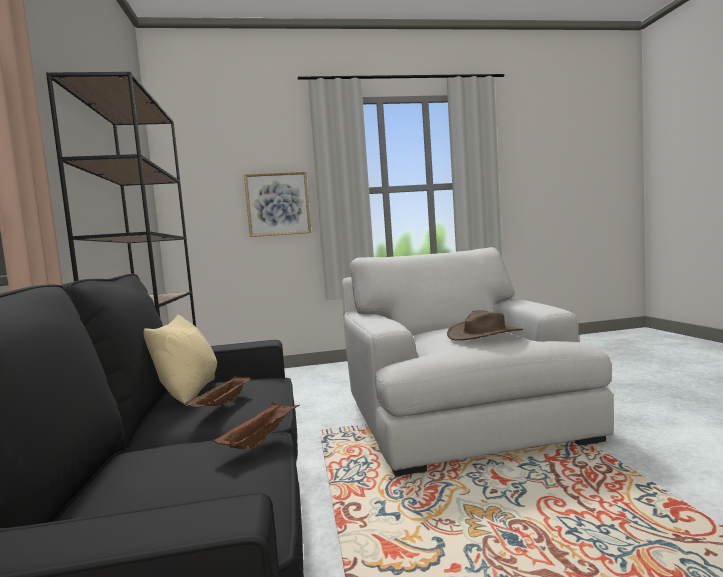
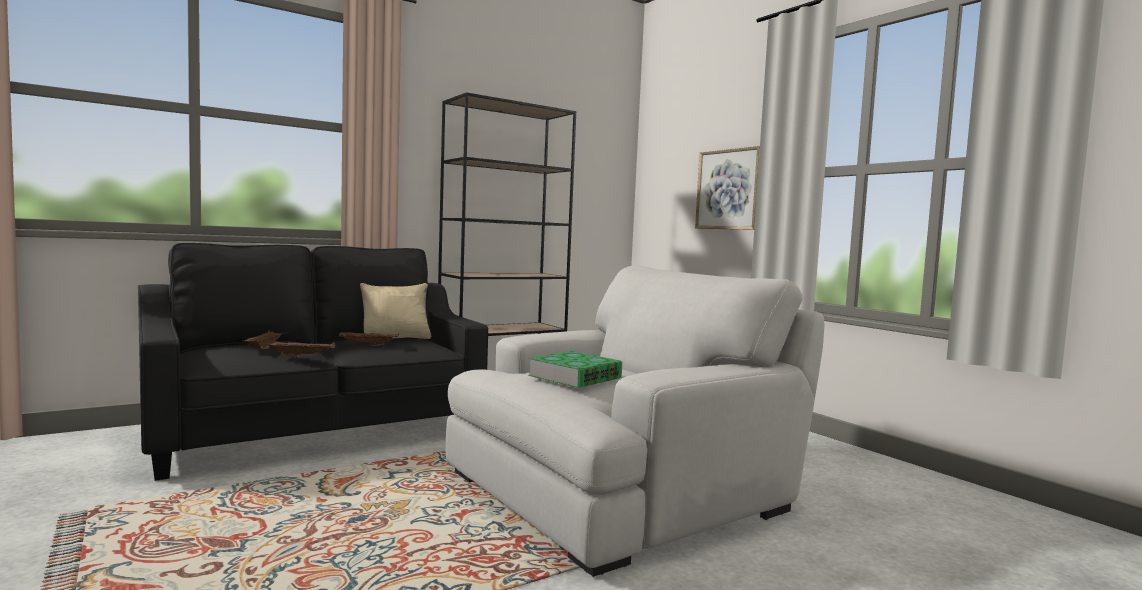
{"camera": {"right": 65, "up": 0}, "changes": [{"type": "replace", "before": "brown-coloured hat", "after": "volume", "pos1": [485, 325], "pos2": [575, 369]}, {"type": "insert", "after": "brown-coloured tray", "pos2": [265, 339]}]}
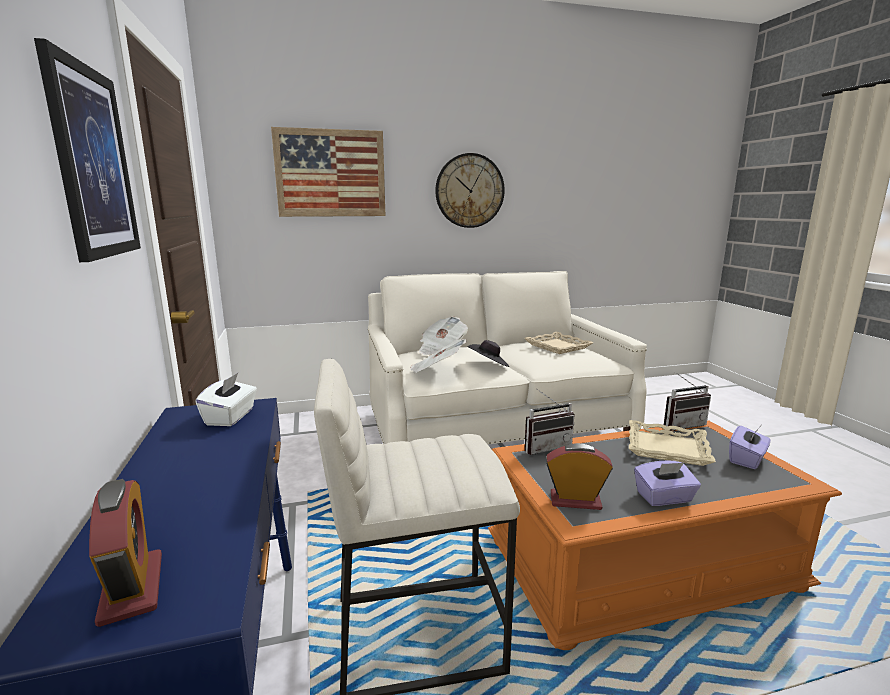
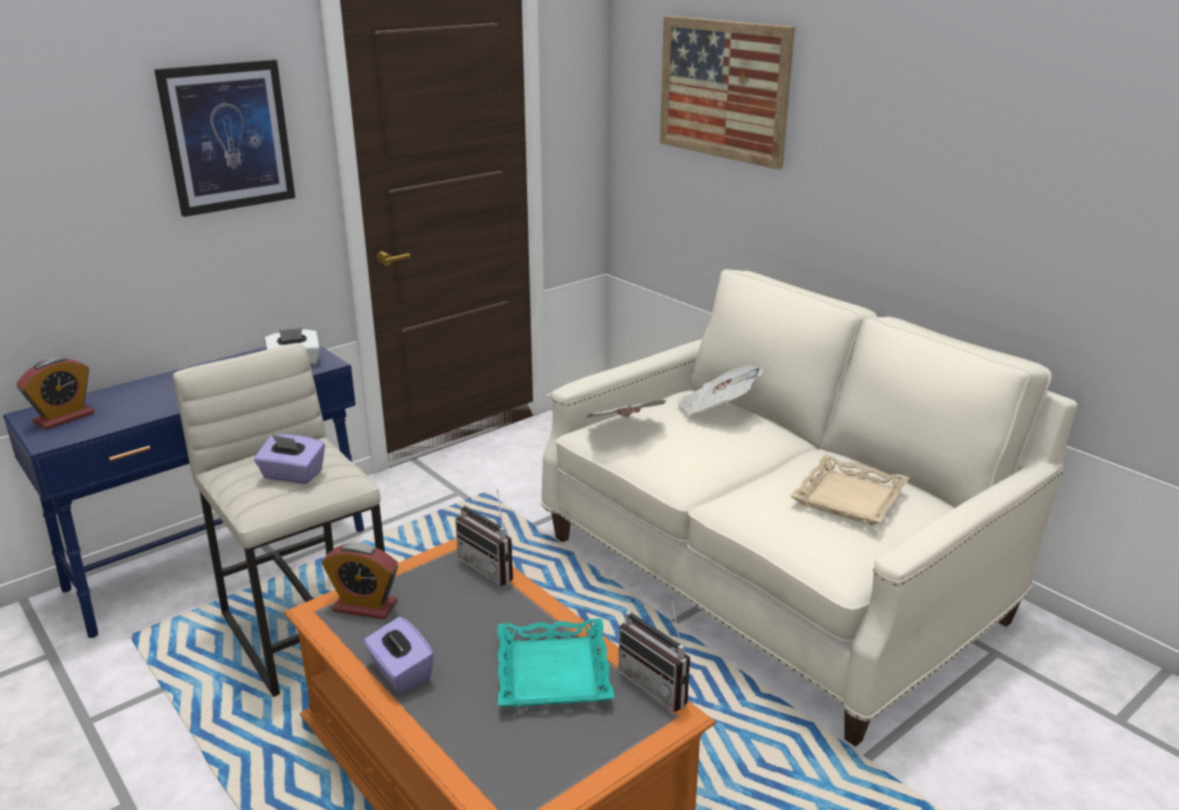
{"camera": {"right": 65, "up": 10}, "changes": [{"type": "delete", "before": "hanging clock", "pos1": [470, 190]}, {"type": "delete", "before": "blackish hat", "pos1": [488, 353]}, {"type": "recolor", "before": "sand-coloured tray", "after": "turquoise tray", "pos1": [672, 443], "pos2": [556, 663]}, {"type": "move", "before": "purplish tissue box", "pos1": [750, 447], "pos2": [289, 459]}, {"type": "rotate", "before": "table clock", "pos1": [579, 476], "pos2": [359, 581], "turn": 120}]}
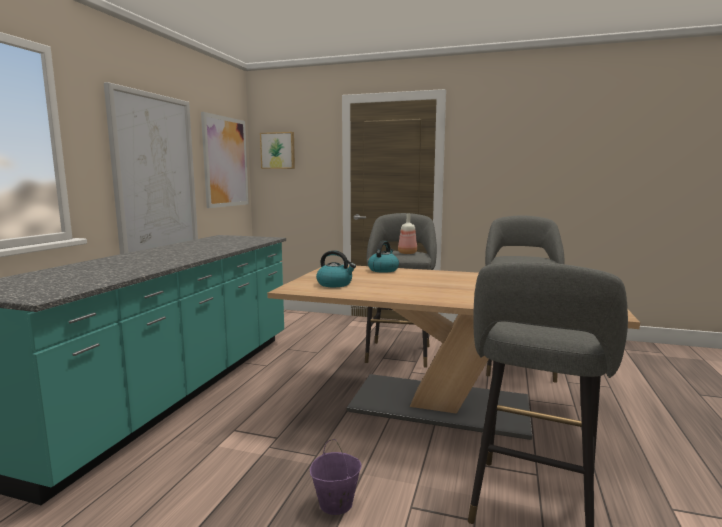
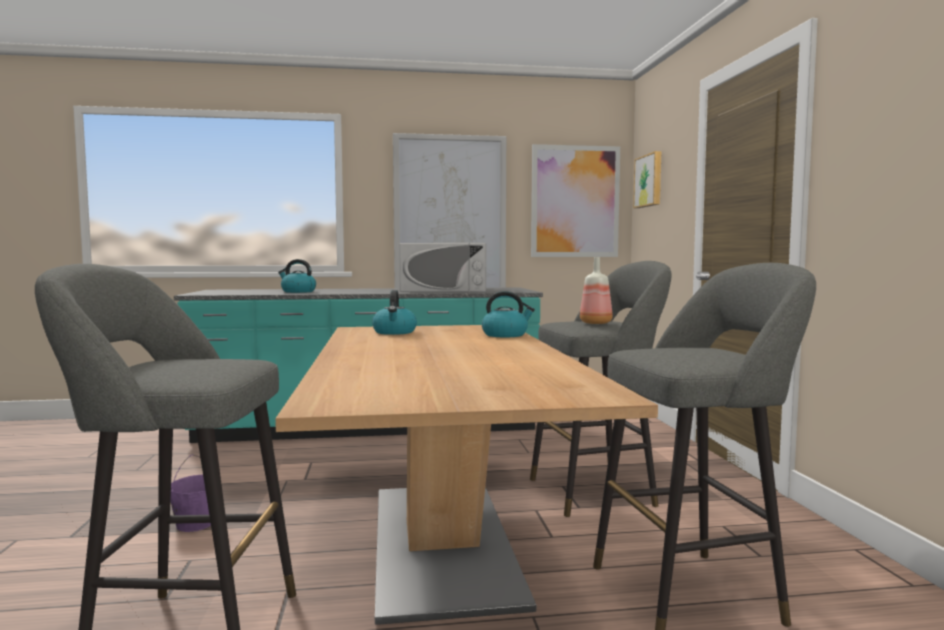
{"camera": {"right": 65, "up": -5}, "changes": [{"type": "insert", "after": "whitish kitchen microwave", "pos2": [442, 267]}, {"type": "insert", "after": "tea kettle", "pos2": [297, 276]}]}
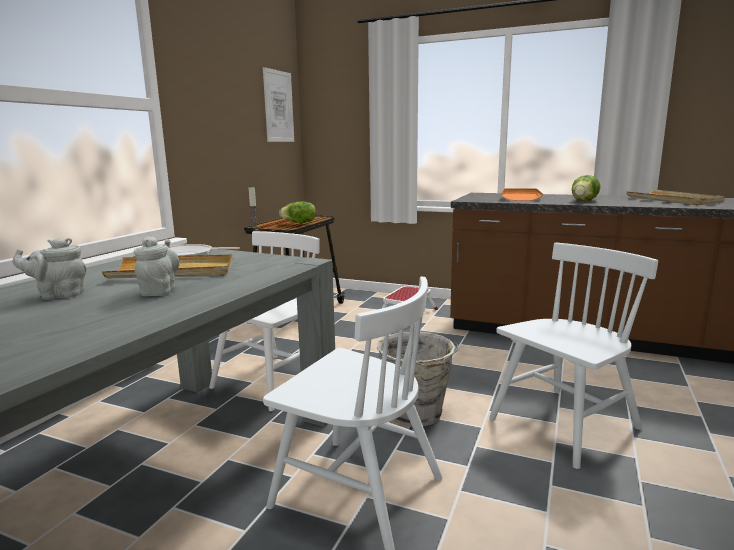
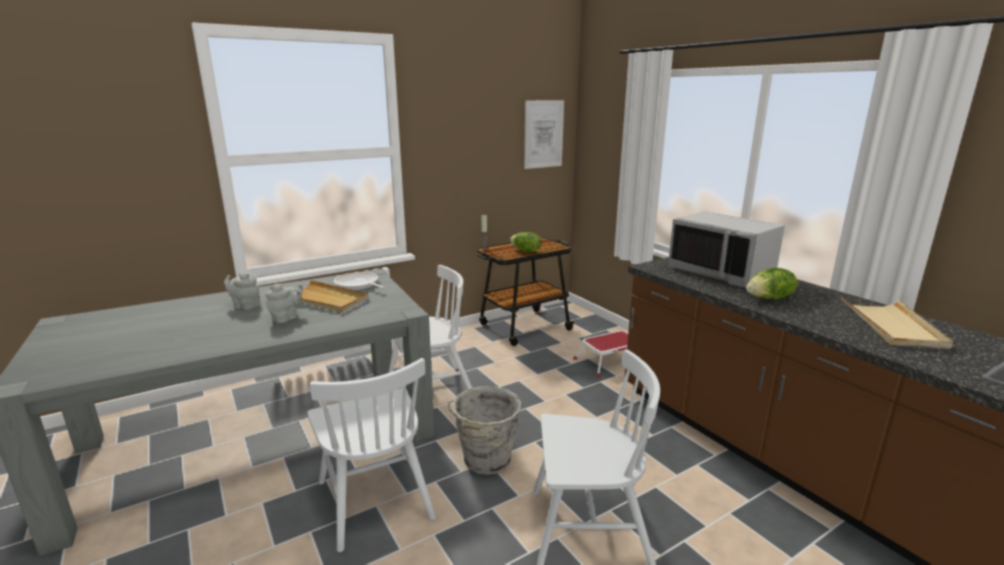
{"camera": {"right": 35, "up": 5}, "changes": [{"type": "replace", "before": "orangey tray", "after": "greyish kitchen microwave", "pos1": [521, 194], "pos2": [726, 249]}]}
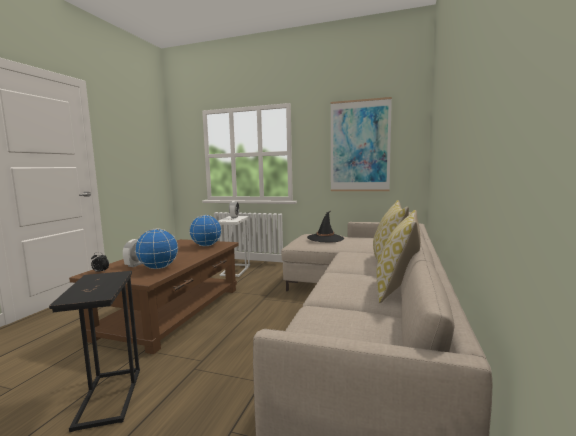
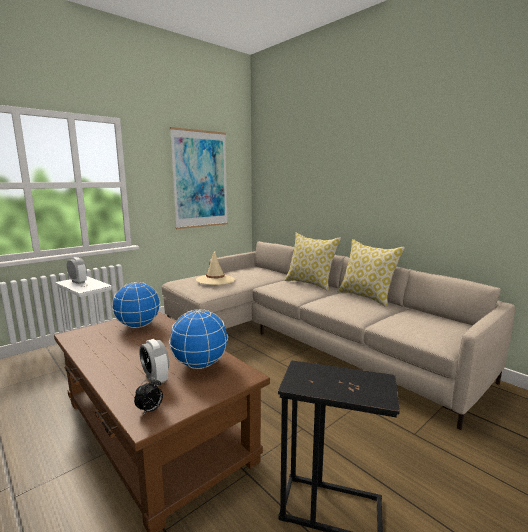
{"camera": {"right": -60, "up": 5}, "changes": [{"type": "recolor", "before": "blackish hat", "after": "sand-coloured hat", "pos1": [325, 227], "pos2": [215, 267]}]}
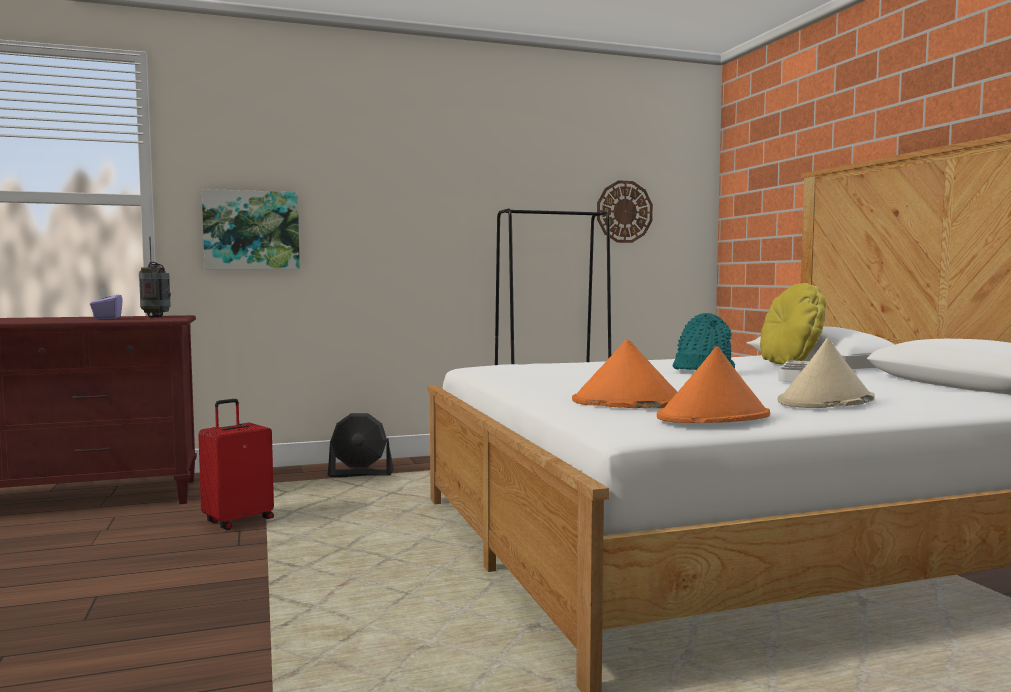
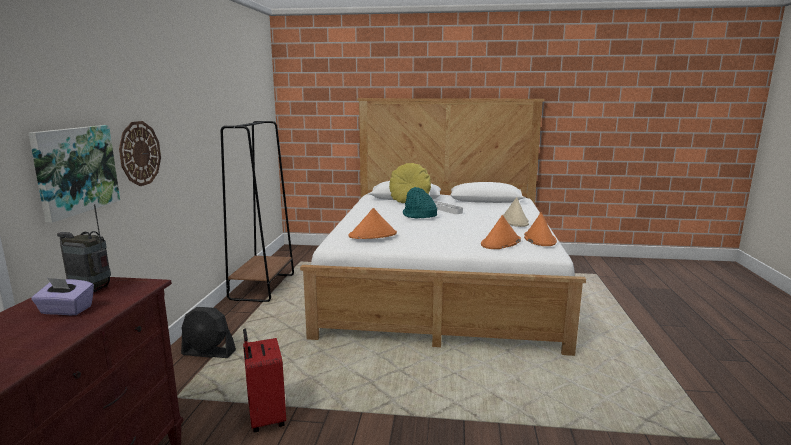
{"camera": {"right": -65, "up": 10}, "changes": [{"type": "move", "before": "hanging clock", "pos1": [625, 211], "pos2": [140, 153]}, {"type": "rotate", "before": "blackish electric fan", "pos1": [361, 445], "pos2": [208, 332], "turn": 75}, {"type": "insert", "after": "orangey hat", "pos2": [372, 223]}]}
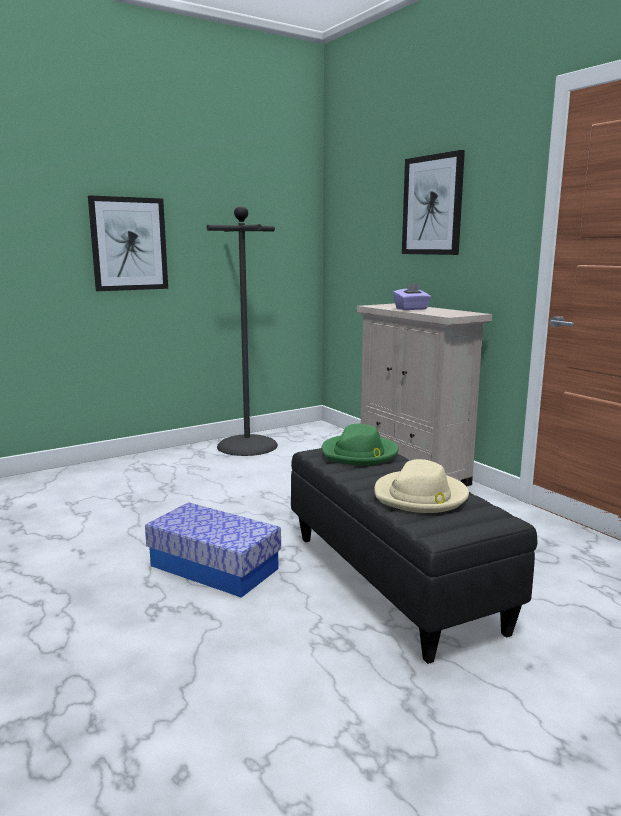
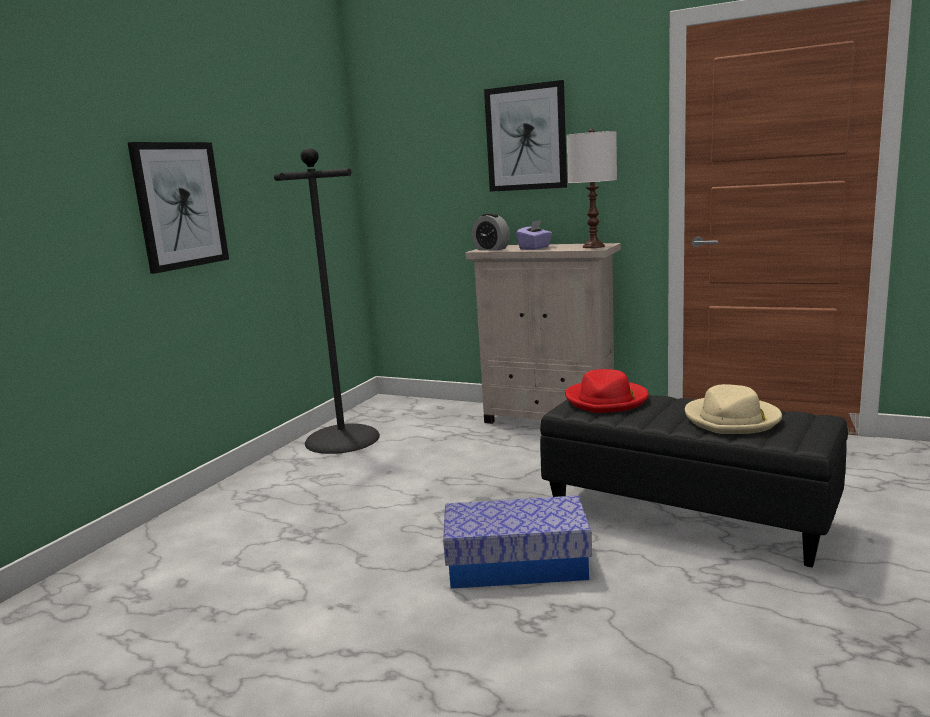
{"camera": {"right": -30, "up": 0}, "changes": [{"type": "recolor", "before": "green-coloured hat", "after": "reddish hat", "pos1": [360, 444], "pos2": [607, 391]}, {"type": "insert", "after": "whitish tabletop lamp", "pos2": [591, 188]}, {"type": "insert", "after": "table clock", "pos2": [491, 232]}]}
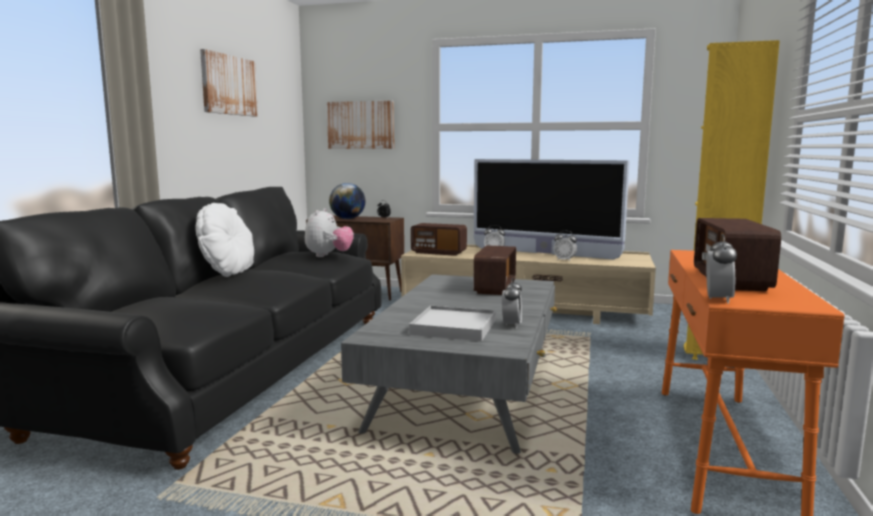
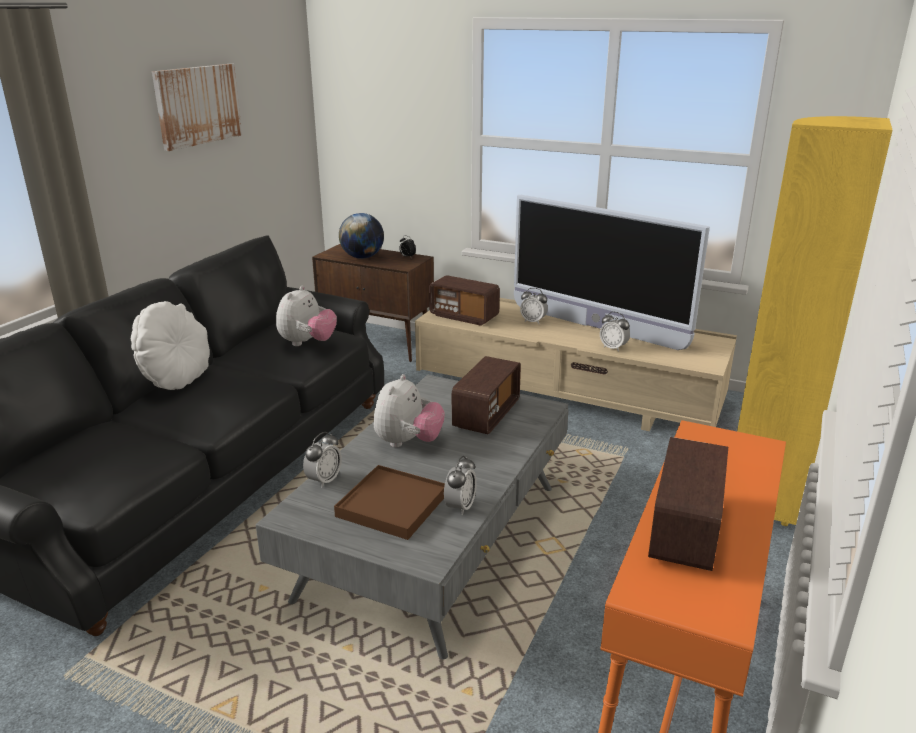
{"camera": {"right": 10, "up": 15}, "changes": [{"type": "delete", "before": "wall art", "pos1": [360, 125]}, {"type": "move", "before": "table clock", "pos1": [721, 269], "pos2": [322, 460]}, {"type": "recolor", "before": "whitish tray", "after": "brown-coloured tray", "pos1": [452, 323], "pos2": [389, 502]}, {"type": "insert", "after": "plush toy", "pos2": [409, 411]}]}
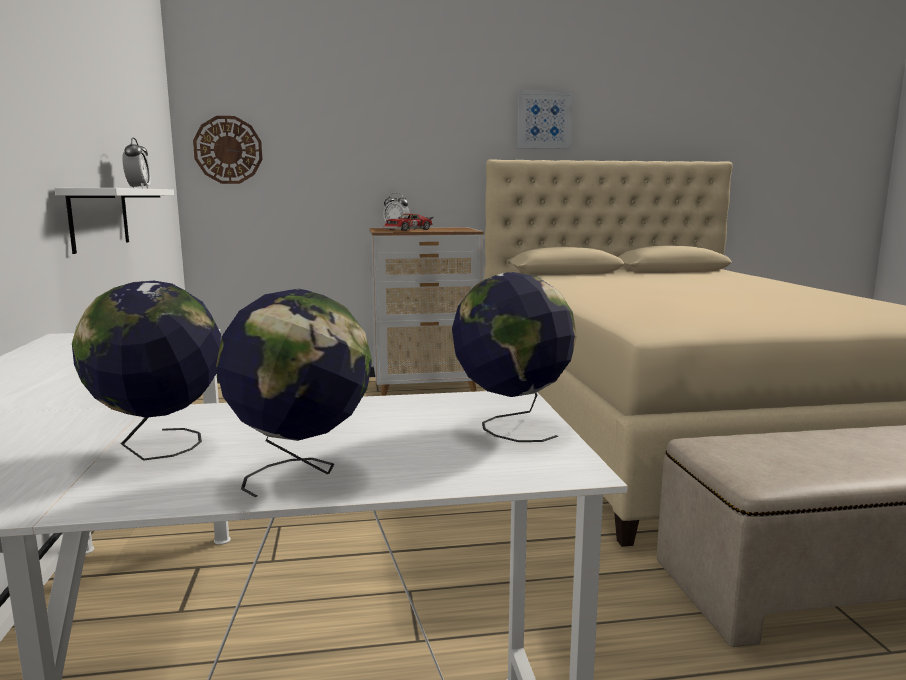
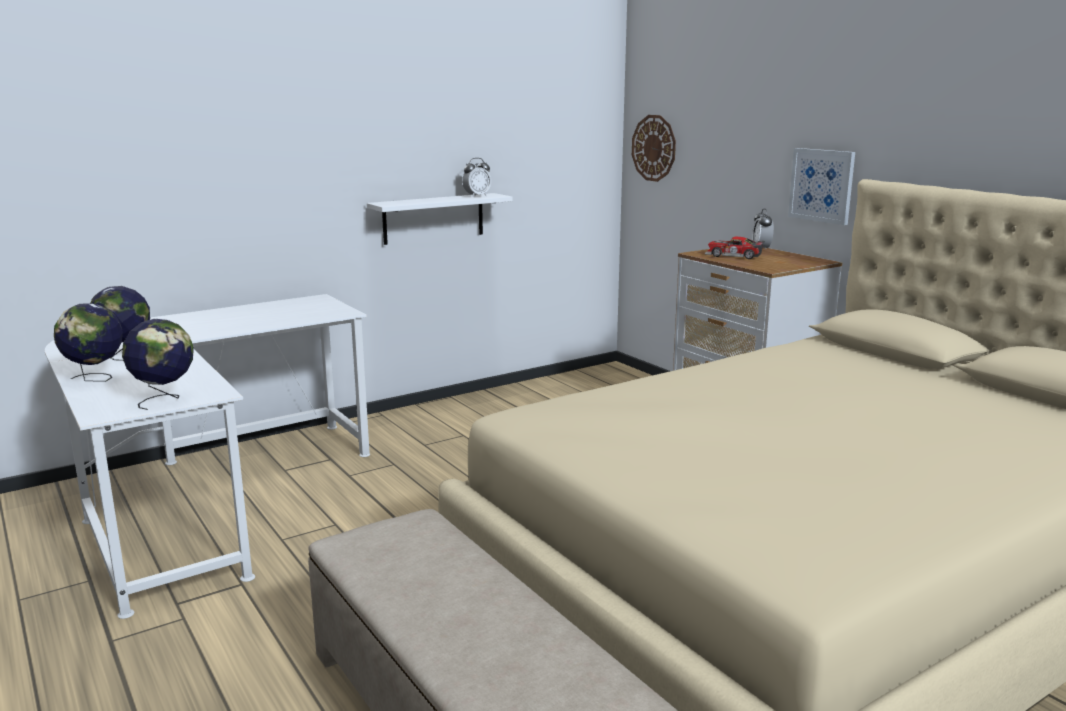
{"camera": {"right": 65, "up": 5}, "changes": [{"type": "move", "before": "wall art", "pos1": [545, 119], "pos2": [821, 186]}]}
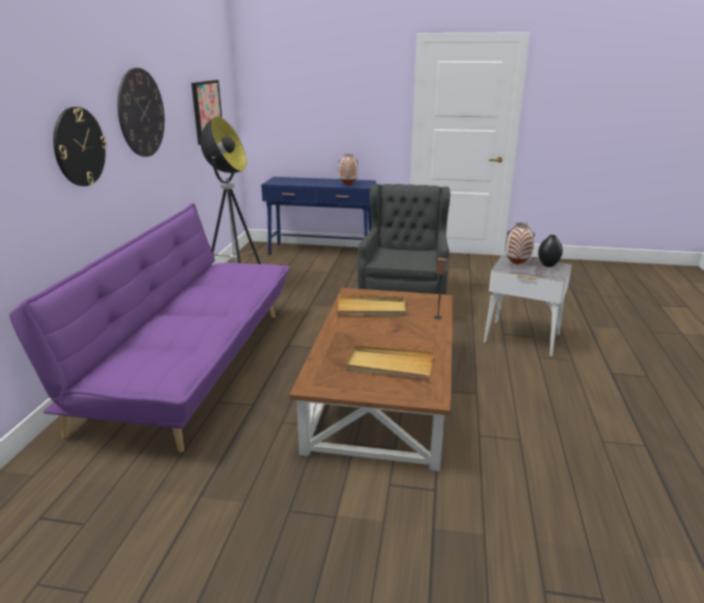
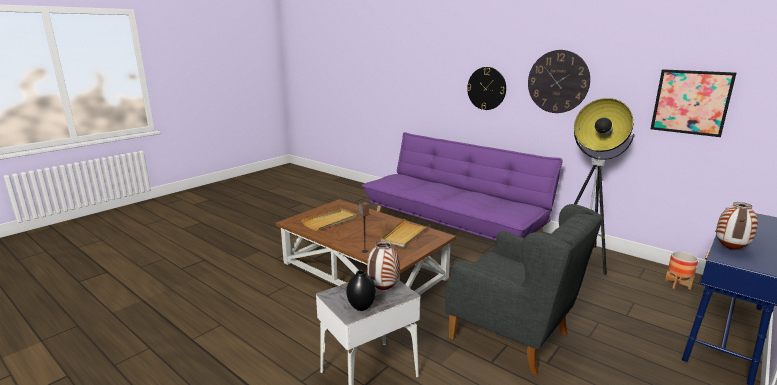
{"camera": {"right": 120, "up": -5}, "changes": [{"type": "insert", "after": "plant pot", "pos2": [681, 271]}]}
